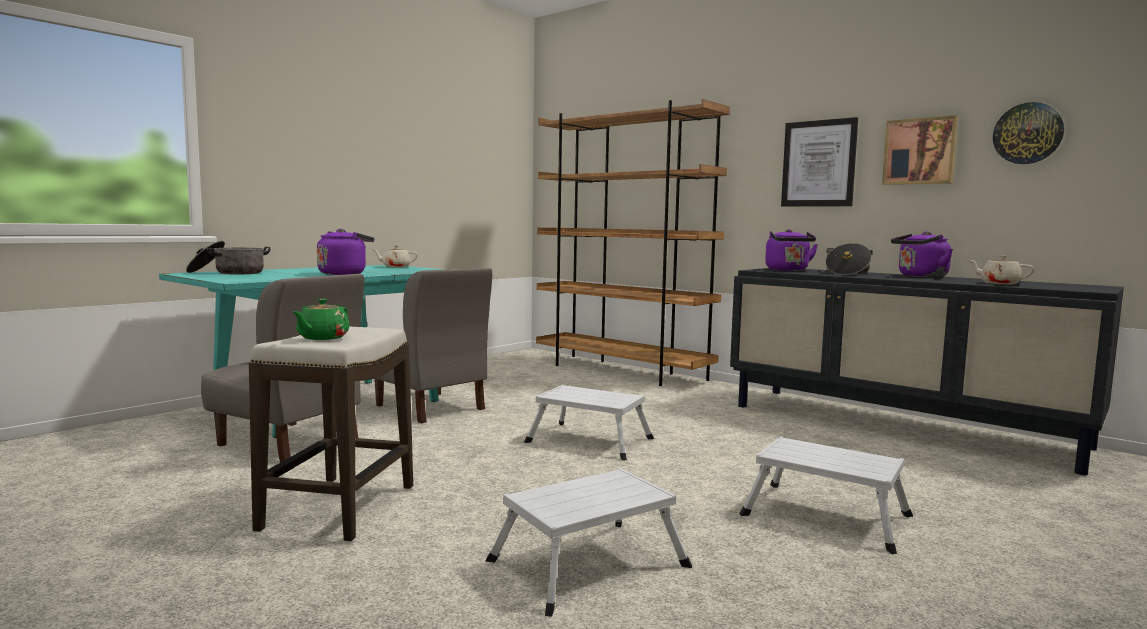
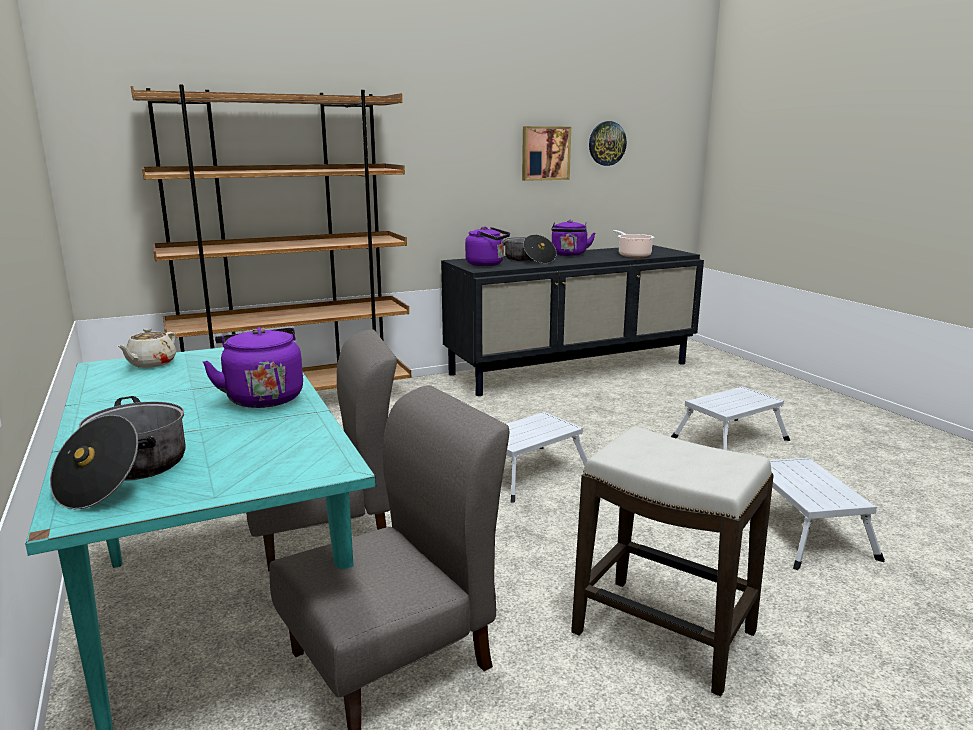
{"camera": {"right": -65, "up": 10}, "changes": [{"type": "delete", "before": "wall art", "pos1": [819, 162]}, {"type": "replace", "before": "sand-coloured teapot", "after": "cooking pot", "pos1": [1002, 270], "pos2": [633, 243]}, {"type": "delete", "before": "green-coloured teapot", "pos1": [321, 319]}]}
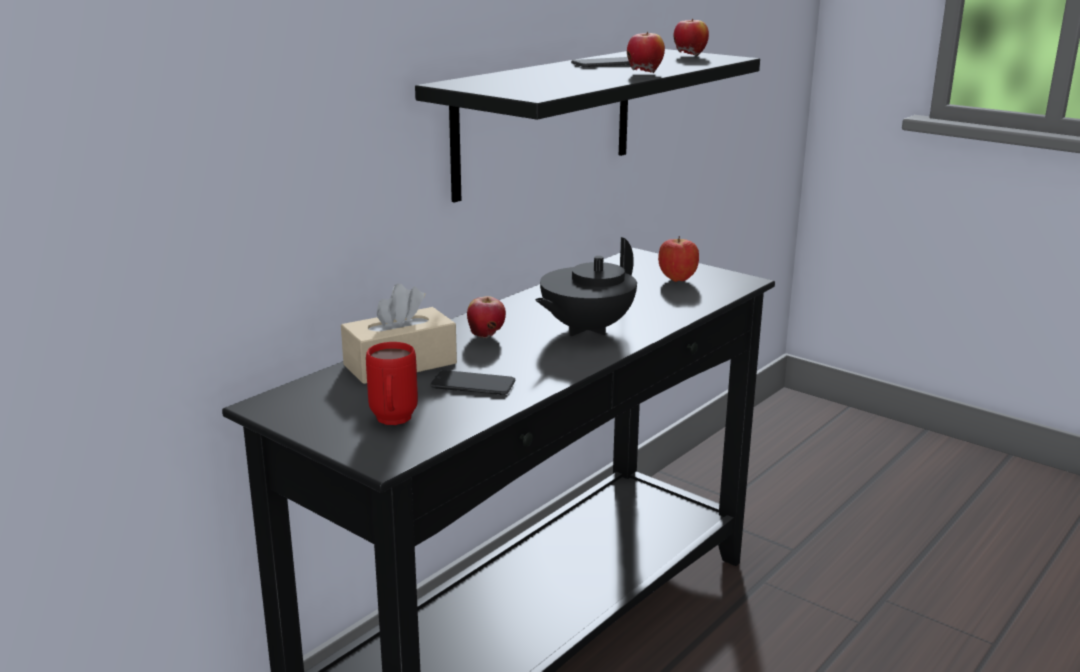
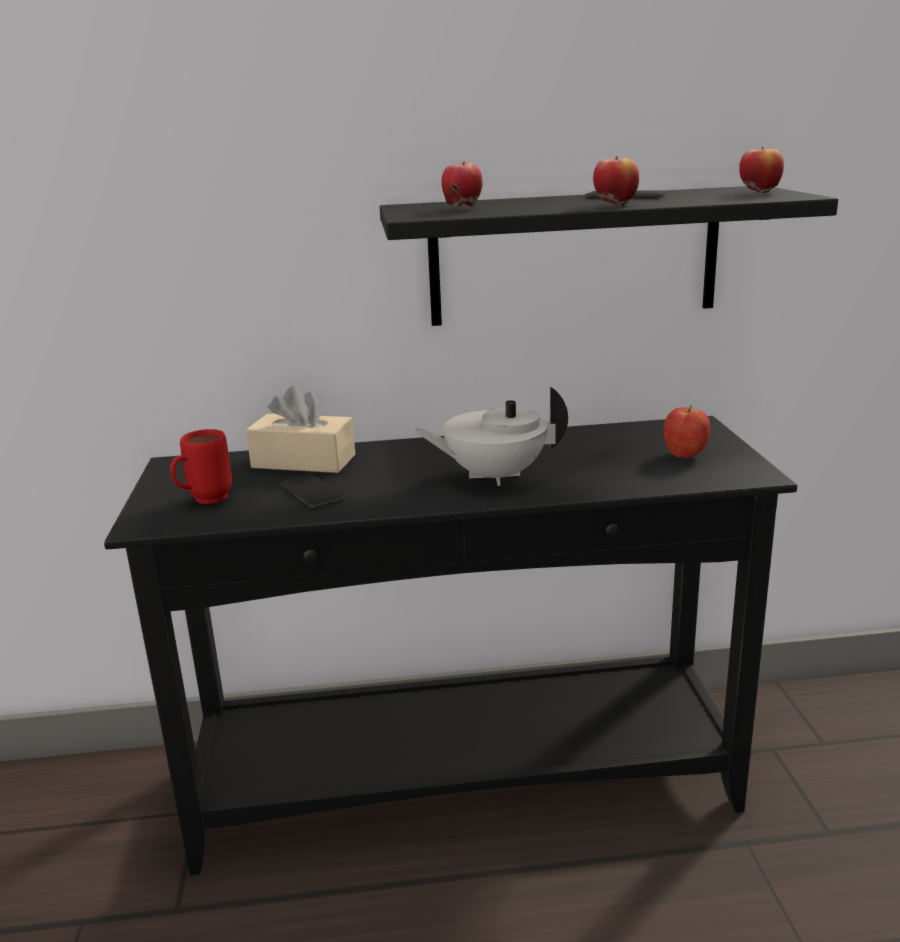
{"camera": {"right": 45, "up": 0}, "changes": [{"type": "recolor", "before": "blackish teapot", "after": "whitish teapot", "pos1": [586, 286], "pos2": [490, 436]}, {"type": "move", "before": "whole apple", "pos1": [486, 317], "pos2": [462, 184]}]}
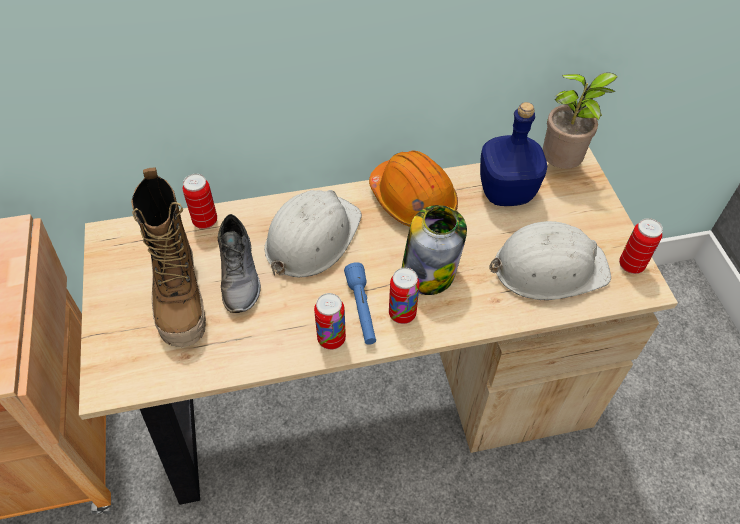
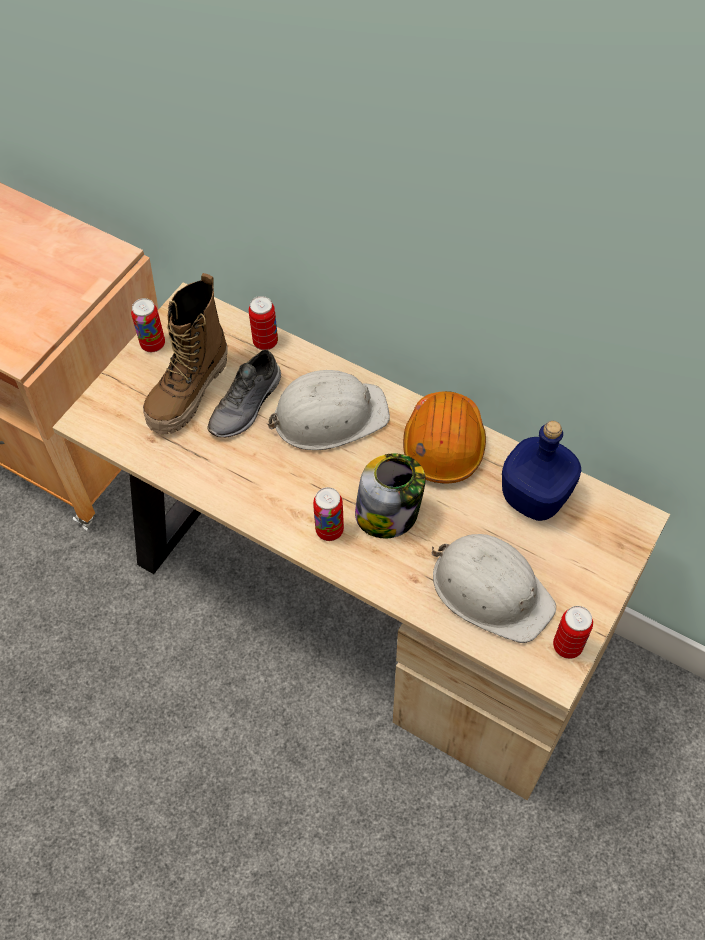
{"camera": {"right": 45, "up": 5}, "changes": [{"type": "delete", "before": "houseplant", "pos1": [580, 121]}, {"type": "delete", "before": "blue-coloured hand torch", "pos1": [360, 303]}, {"type": "move", "before": "sealed can", "pos1": [330, 321], "pos2": [148, 325]}]}
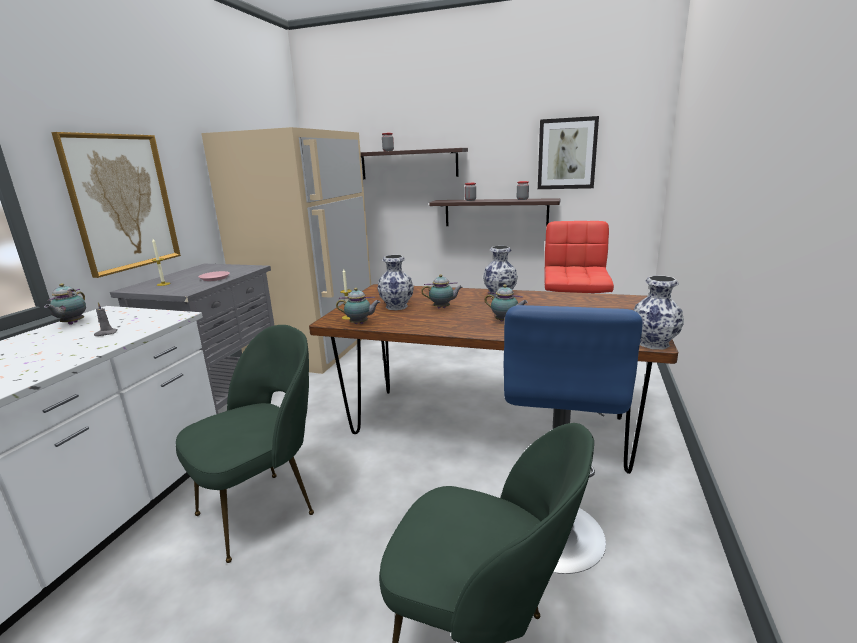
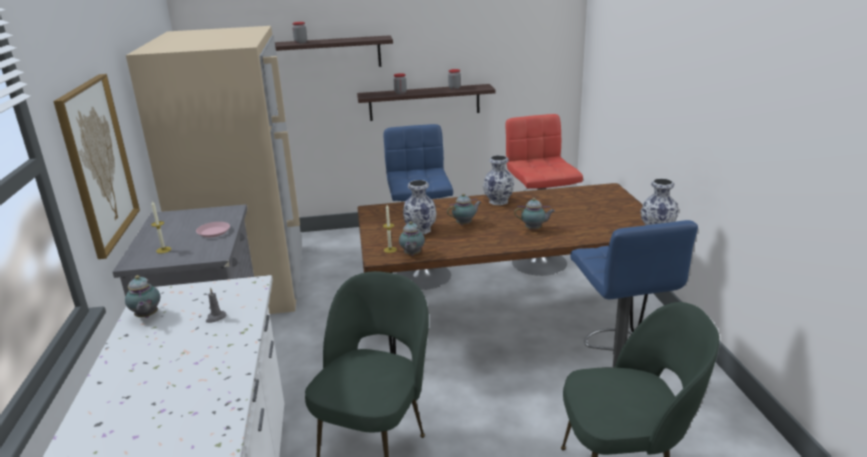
{"camera": {"right": -25, "up": 5}, "changes": [{"type": "delete", "before": "wall art", "pos1": [568, 152]}, {"type": "rotate", "before": "teapot", "pos1": [358, 306], "pos2": [412, 238], "turn": 120}, {"type": "insert", "after": "blue-coloured stool", "pos2": [418, 207]}]}
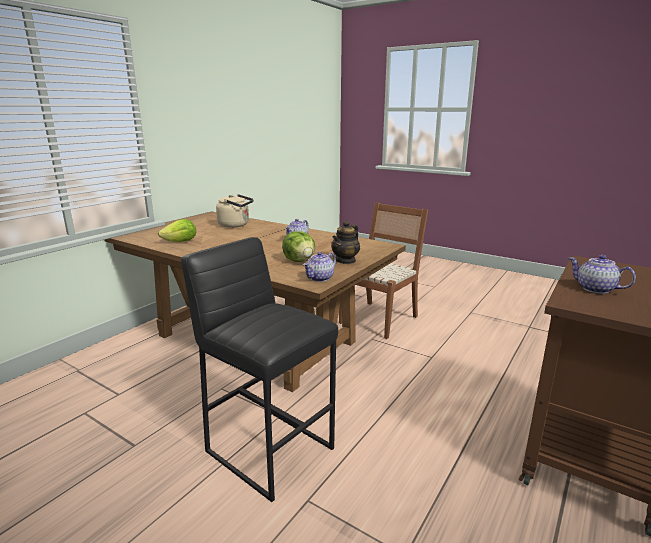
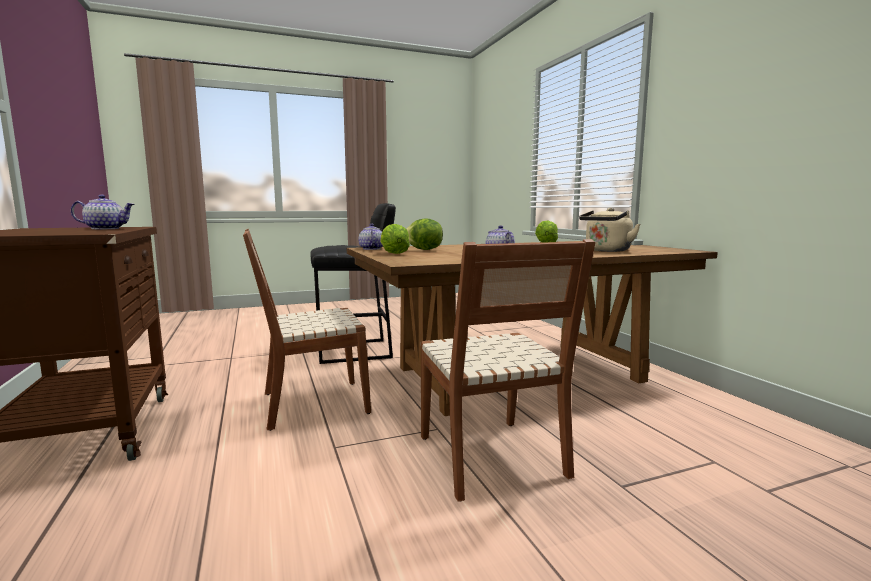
{"camera": {"right": 125, "up": -10}, "changes": [{"type": "replace", "before": "teapot", "after": "lettuce", "pos1": [345, 242], "pos2": [395, 239]}, {"type": "insert", "after": "upright chair", "pos2": [307, 330]}]}
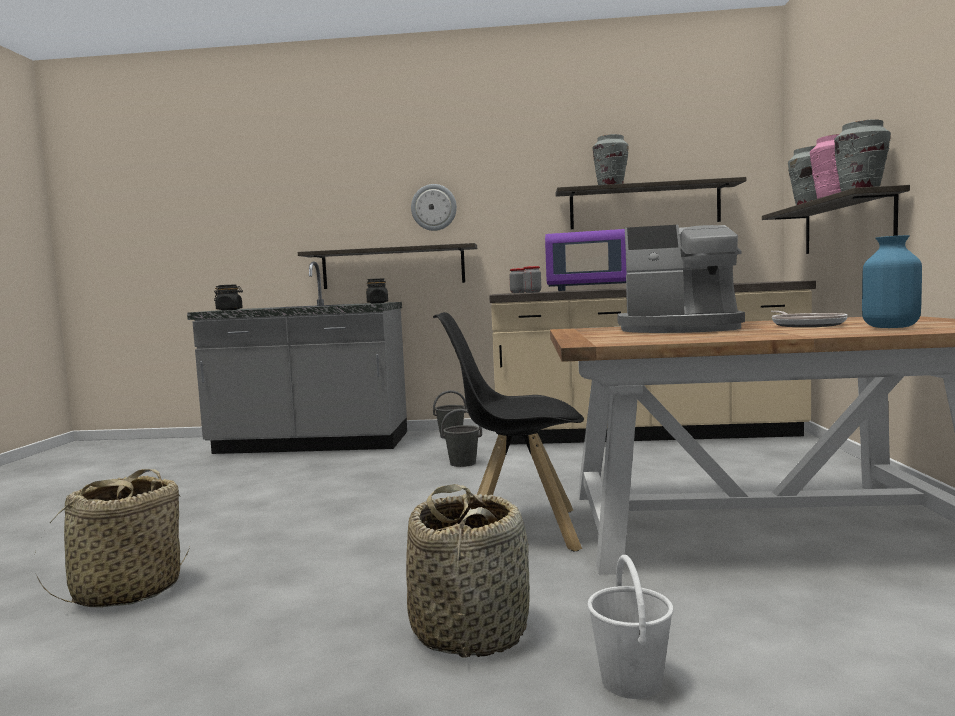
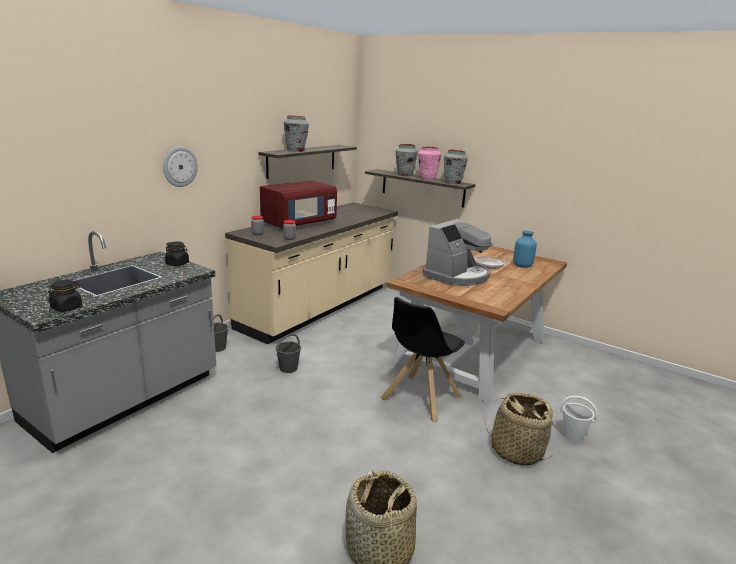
{"camera": {"right": -60, "up": 15}, "changes": [{"type": "recolor", "before": "purplish kitchen microwave", "after": "reddish kitchen microwave", "pos1": [586, 260], "pos2": [298, 205]}, {"type": "delete", "before": "wall shelf", "pos1": [387, 266]}]}
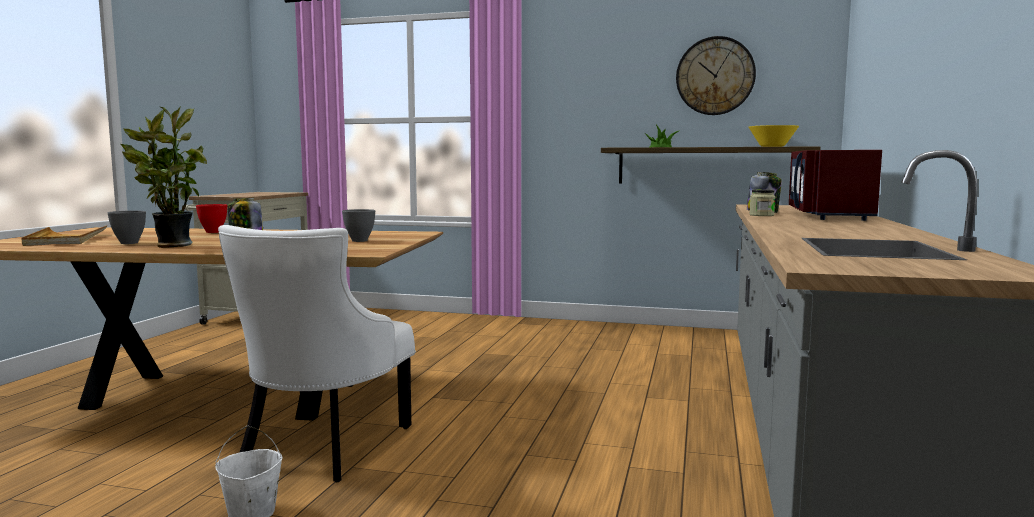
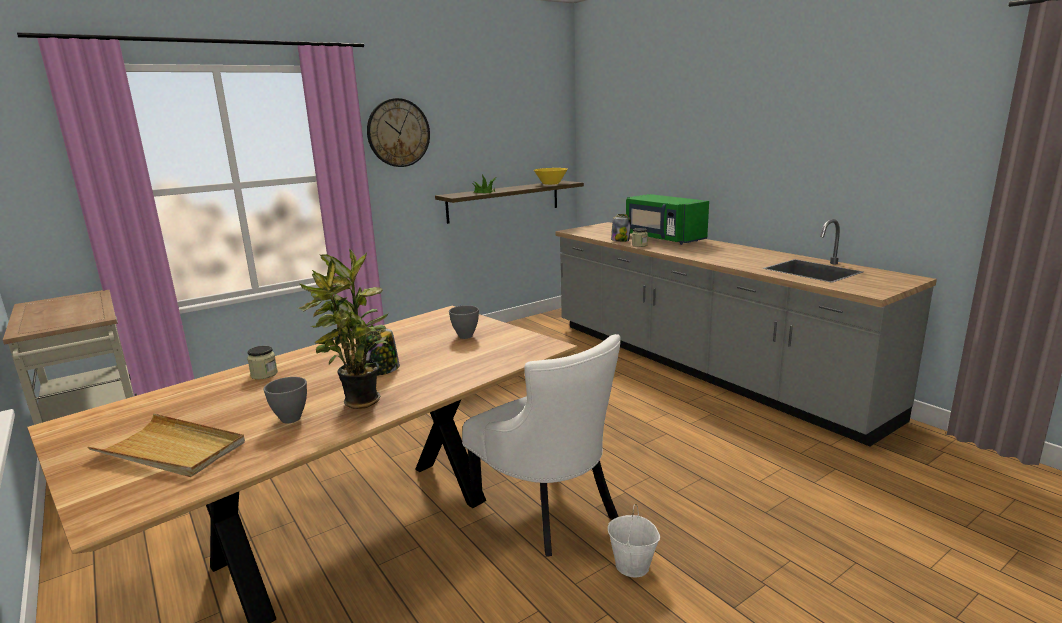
{"camera": {"right": -50, "up": 10}, "changes": [{"type": "move", "before": "hanging clock", "pos1": [716, 75], "pos2": [398, 132]}, {"type": "recolor", "before": "reddish kitchen microwave", "after": "green-coloured kitchen microwave", "pos1": [835, 185], "pos2": [667, 219]}, {"type": "replace", "before": "reddish deep dish", "after": "storage jar", "pos1": [211, 218], "pos2": [262, 362]}]}
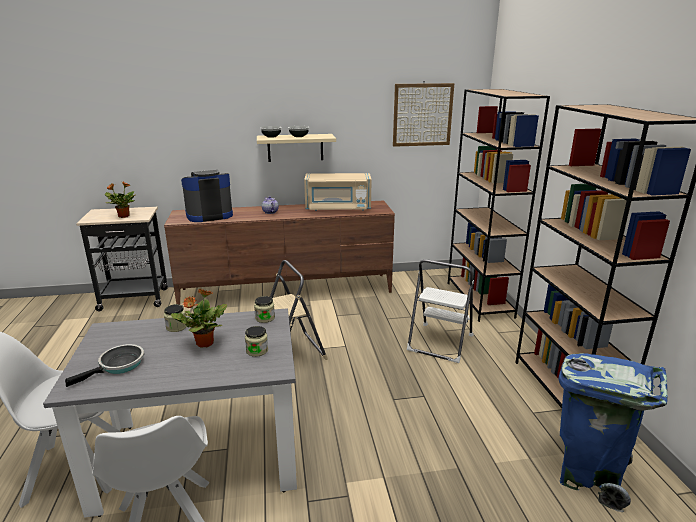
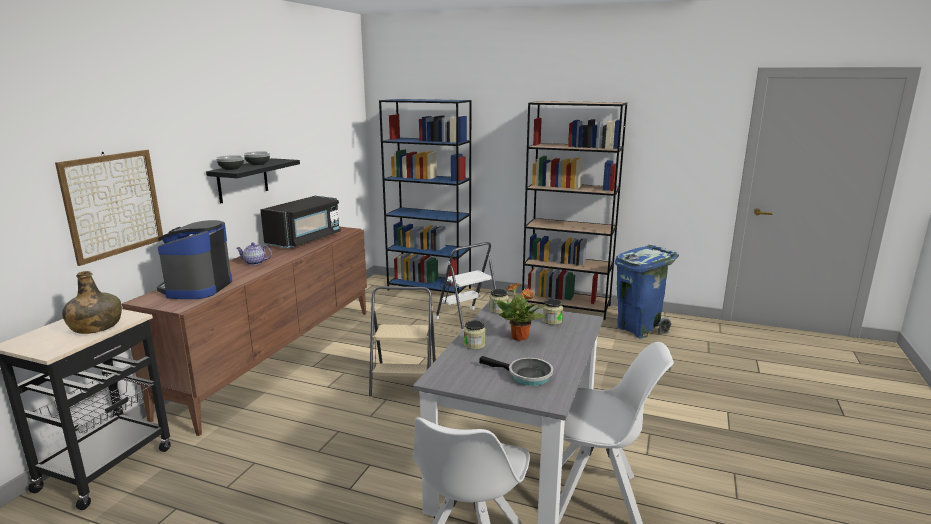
{"camera": {"right": -60, "up": -5}, "changes": [{"type": "move", "before": "wall art", "pos1": [423, 114], "pos2": [109, 208]}, {"type": "recolor", "before": "sand-coloured shelving unit", "after": "blue-coloured shelving unit", "pos1": [499, 205], "pos2": [425, 196]}, {"type": "recolor", "before": "sand-coloured wall shelf", "after": "blackish wall shelf", "pos1": [296, 148], "pos2": [253, 181]}, {"type": "recolor", "before": "sand-coloured kitchen microwave", "after": "blackish kitchen microwave", "pos1": [338, 192], "pos2": [300, 222]}, {"type": "replace", "before": "houseplant", "after": "green-coloured bottle", "pos1": [120, 199], "pos2": [92, 302]}, {"type": "rotate", "before": "pan", "pos1": [104, 365], "pos2": [516, 371], "turn": 135}]}
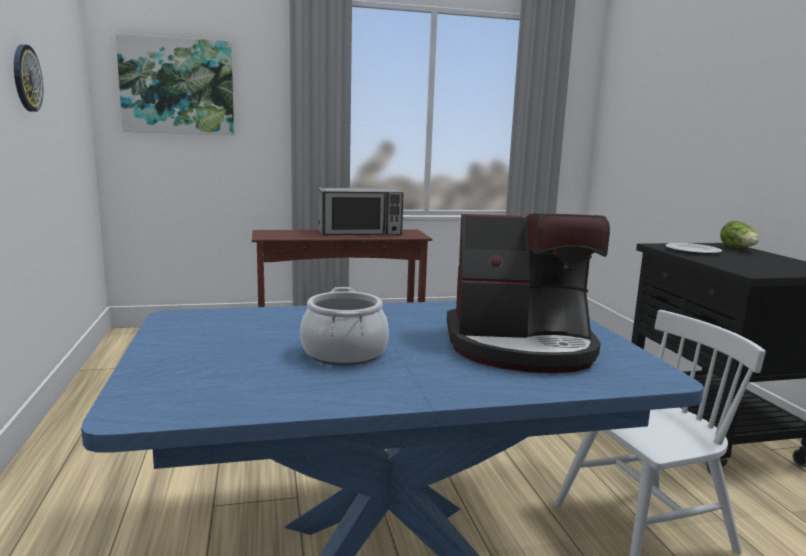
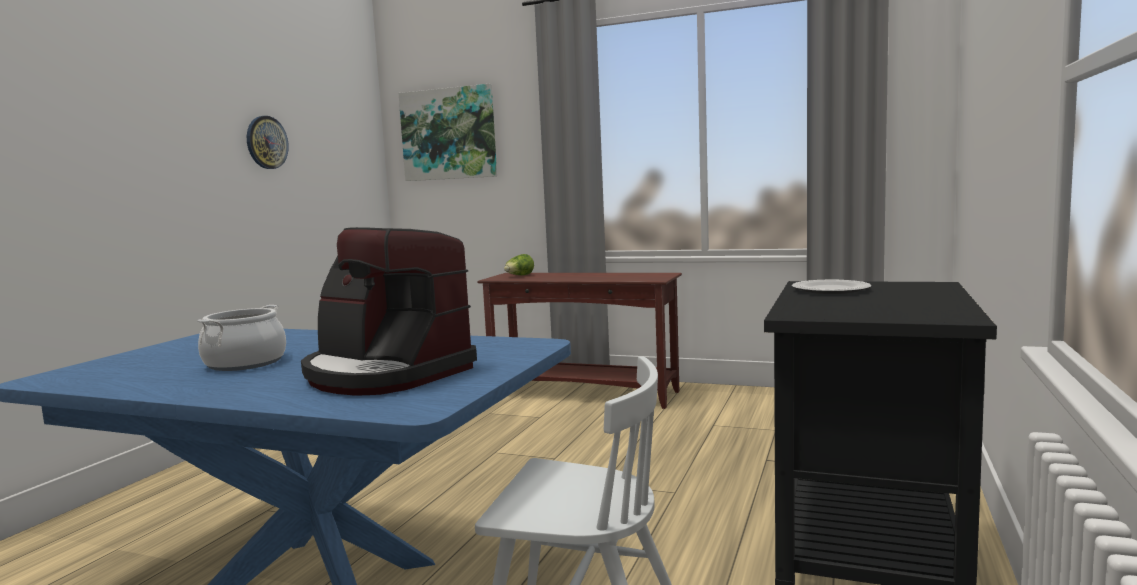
{"camera": {"right": 35, "up": -5}, "changes": [{"type": "delete", "before": "kitchen microwave", "pos1": [361, 212]}, {"type": "move", "before": "lettuce", "pos1": [739, 234], "pos2": [519, 264]}]}
